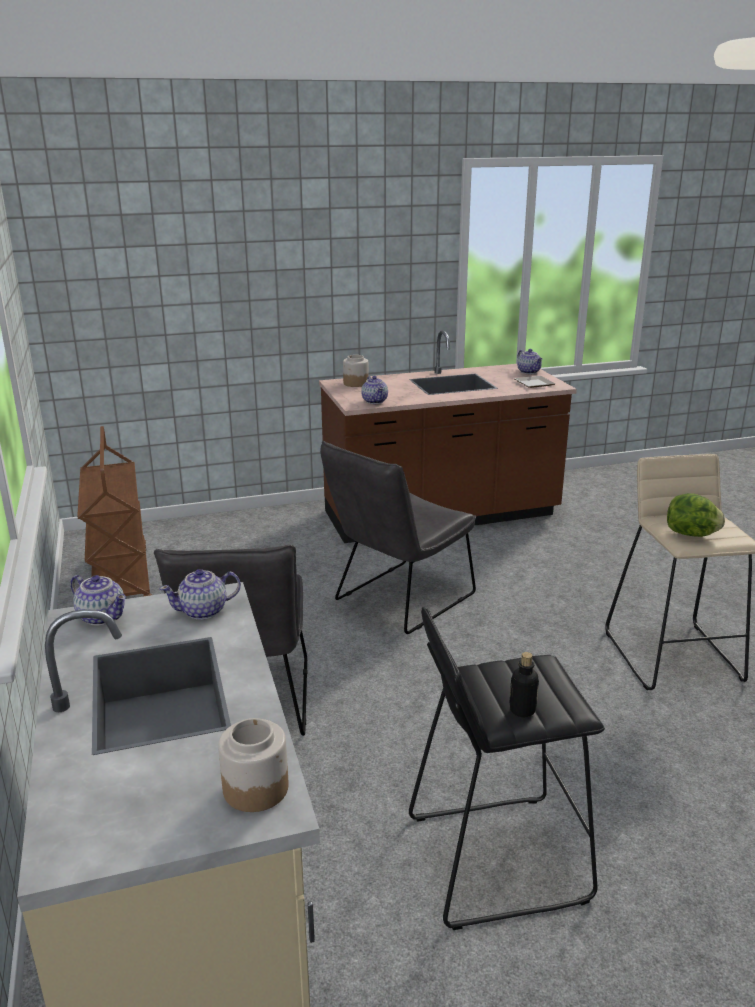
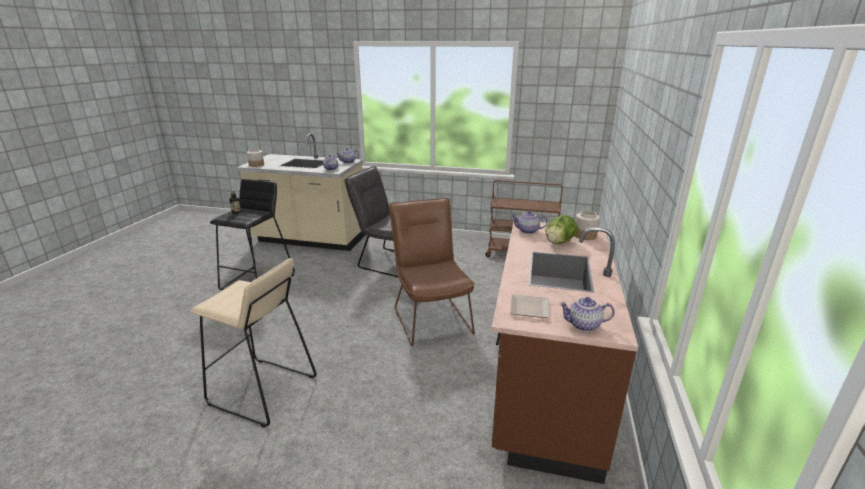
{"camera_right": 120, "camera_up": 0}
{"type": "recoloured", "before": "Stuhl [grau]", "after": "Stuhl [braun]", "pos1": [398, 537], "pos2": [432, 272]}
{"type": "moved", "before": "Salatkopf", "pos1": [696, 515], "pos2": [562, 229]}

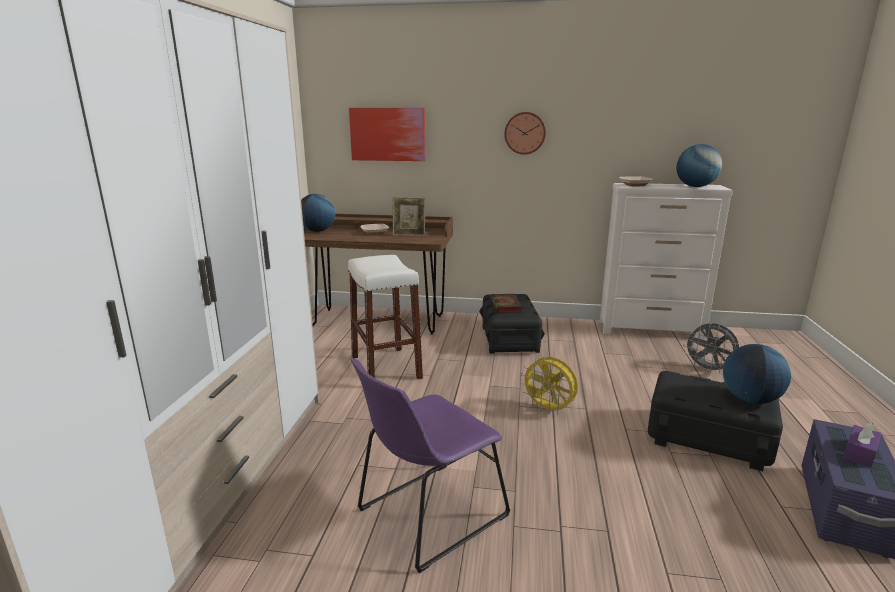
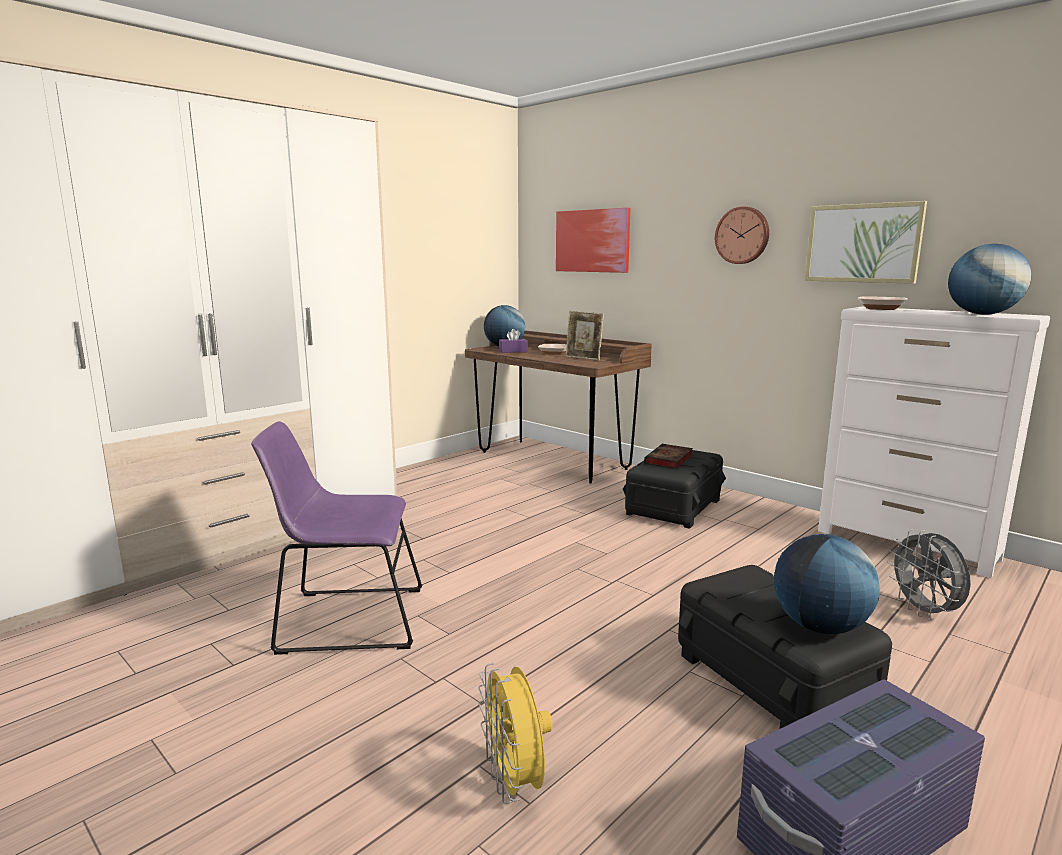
{"camera_right": 35, "camera_up": -5}
{"type": "removed", "before": "Hocker [weiß]", "pos1": [385, 317]}
{"type": "moved", "before": "Ventilator [gelb]", "pos1": [549, 386], "pos2": [515, 733]}
{"type": "moved", "before": "Taschentuchbox [lila]", "pos1": [862, 445], "pos2": [513, 341]}
{"type": "added", "after": "Bild", "pos2": [866, 242]}

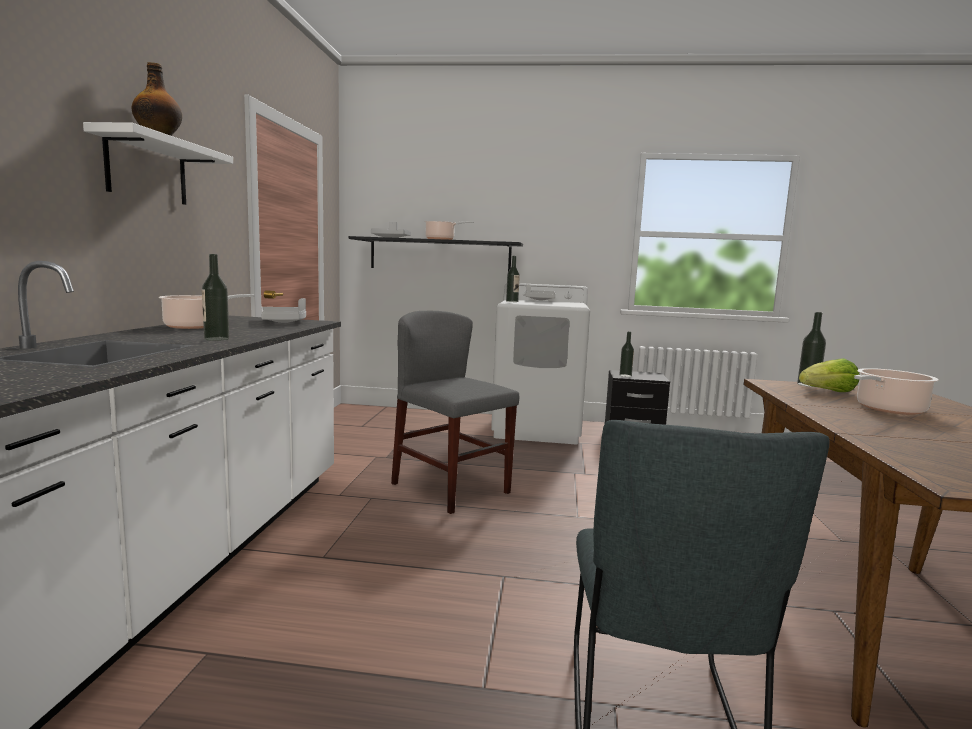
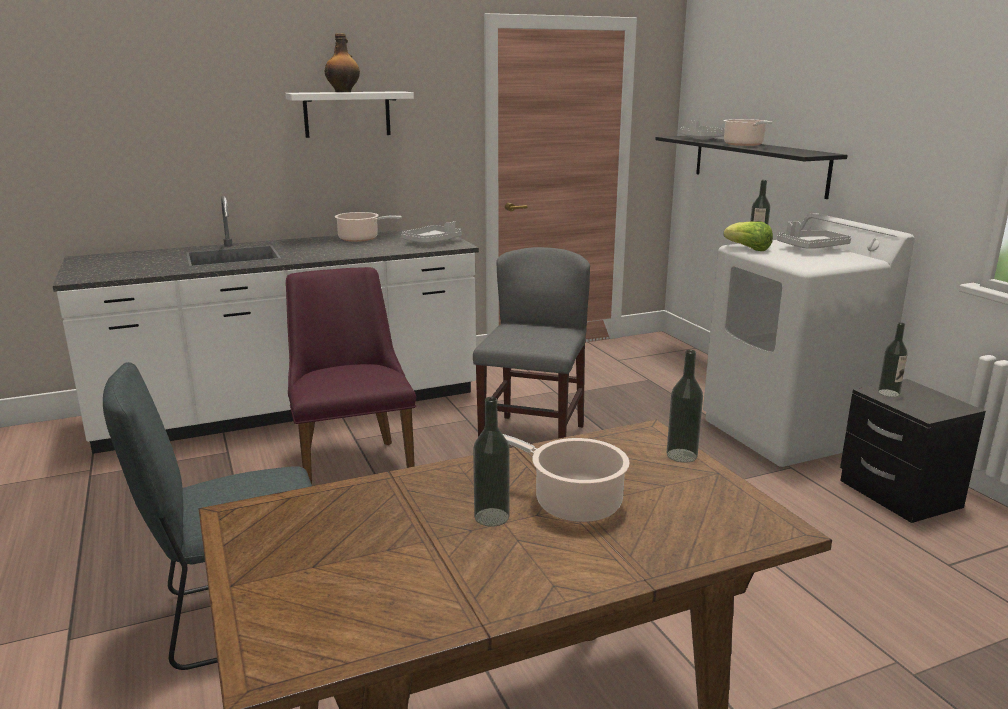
{"camera_right": 60, "camera_up": 10}
{"type": "moved", "before": "Flasche", "pos1": [215, 297], "pos2": [491, 462]}
{"type": "moved", "before": "Salatkopf", "pos1": [829, 375], "pos2": [748, 236]}
{"type": "added", "after": "Stuhl [lila]", "pos2": [351, 375]}

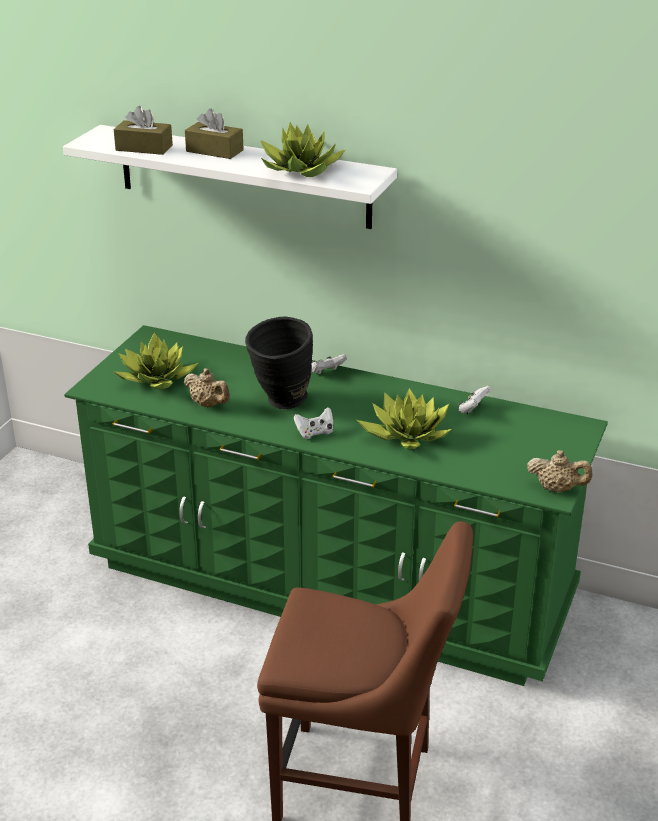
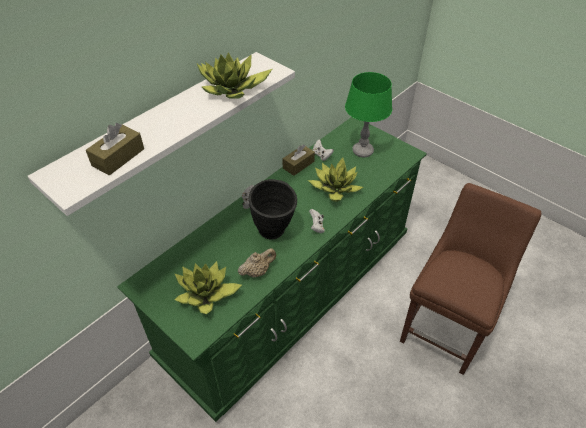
{"camera_right": -70, "camera_up": 15}
{"type": "moved", "before": "Taschentuchbox [braun]", "pos1": [214, 133], "pos2": [299, 160]}
{"type": "removed", "before": "Teekanne [beige]", "pos1": [560, 471]}
{"type": "added", "after": "Tischlampe [grün]", "pos2": [368, 114]}

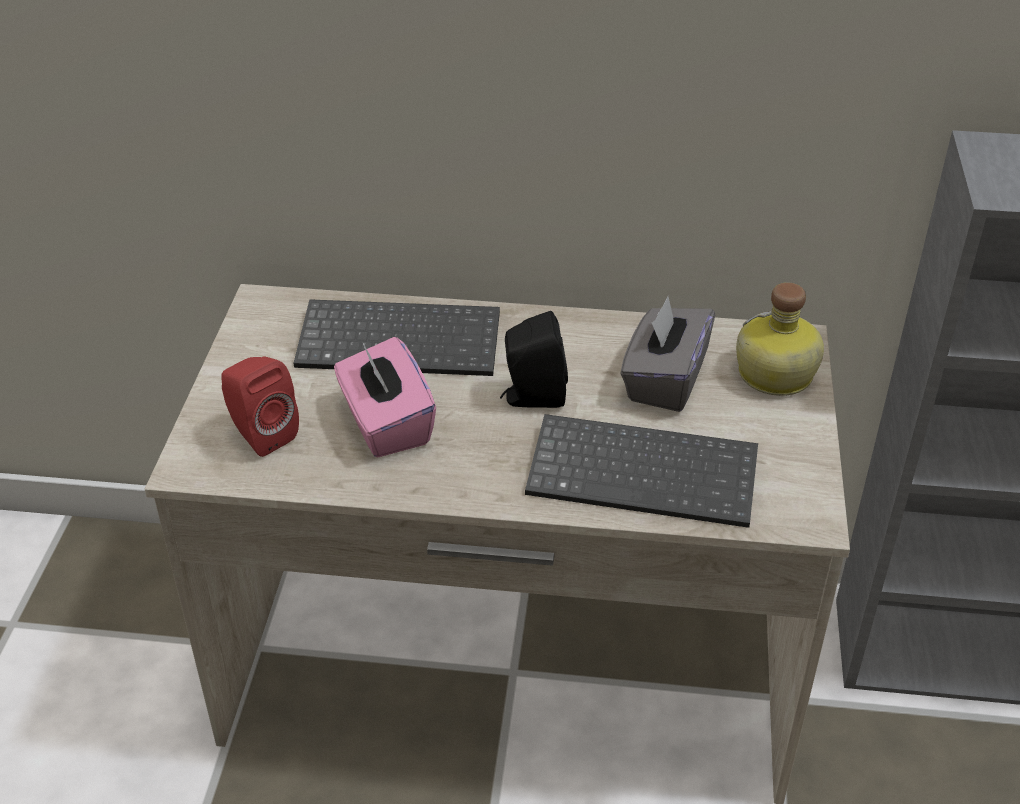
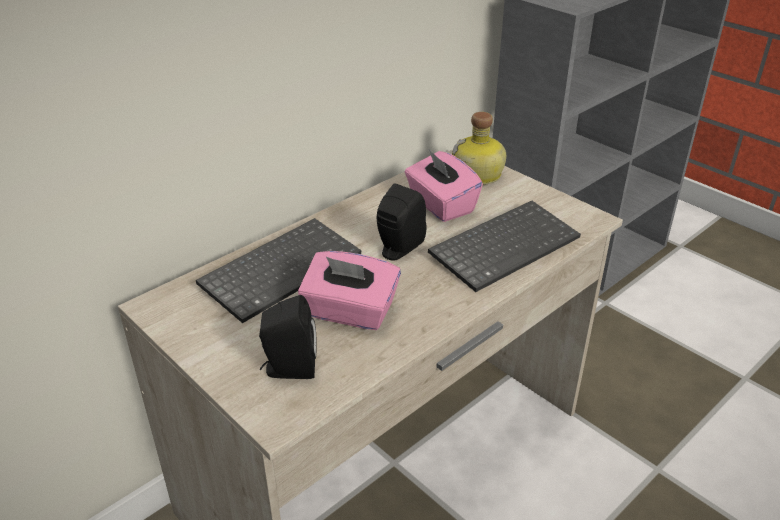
{"camera_right": -50, "camera_up": -5}
{"type": "recoloured", "before": "Taschentuchbox [grau]", "after": "Taschentuchbox [rosa]", "pos1": [667, 354], "pos2": [444, 186]}
{"type": "recoloured", "before": "Lautsprecher [rot]", "after": "Lautsprecher [schwarz]", "pos1": [260, 406], "pos2": [288, 337]}

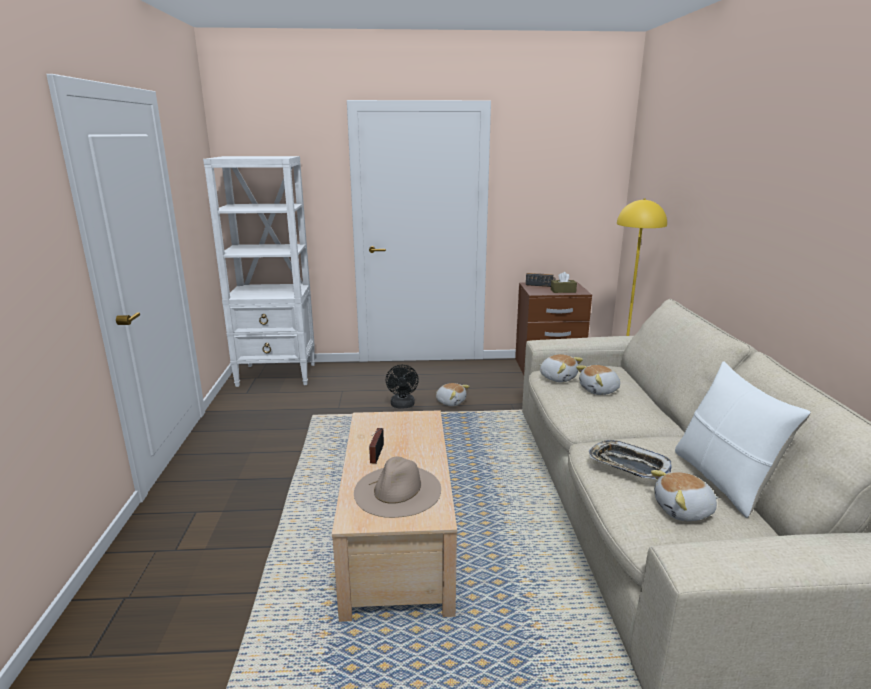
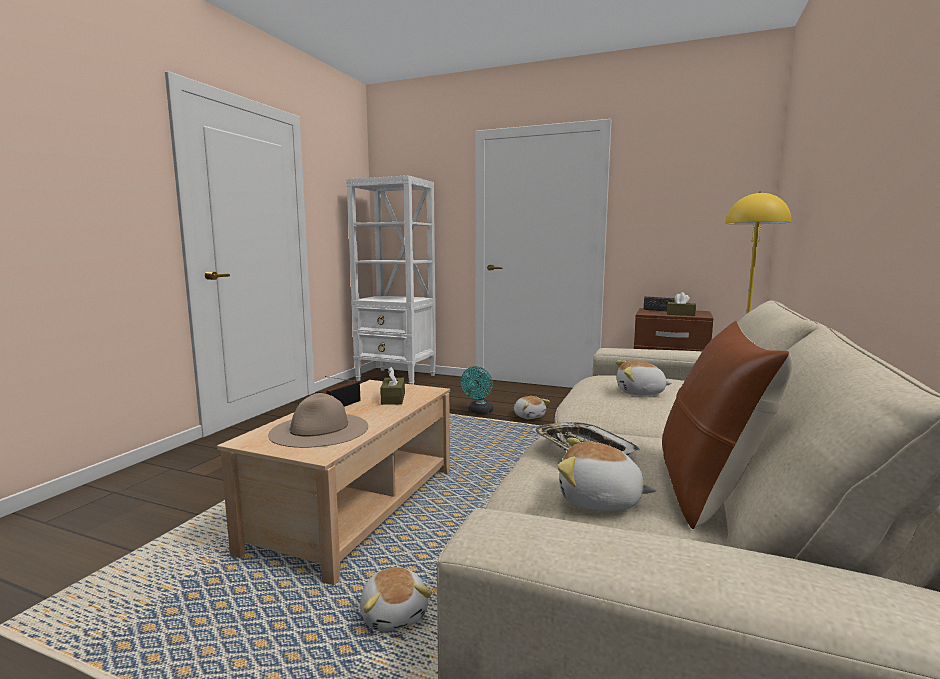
{"camera_right": 25, "camera_up": -10}
{"type": "moved", "before": "Plüschtier", "pos1": [561, 368], "pos2": [396, 599]}
{"type": "recoloured", "before": "Kissen [weiß]", "after": "Kissen [braun]", "pos1": [743, 439], "pos2": [727, 425]}
{"type": "recoloured", "before": "Ventilator [schwarz]", "after": "Ventilator [türkis]", "pos1": [402, 386], "pos2": [477, 390]}
{"type": "added", "after": "Taschentuchbox [braun]", "pos2": [392, 386]}

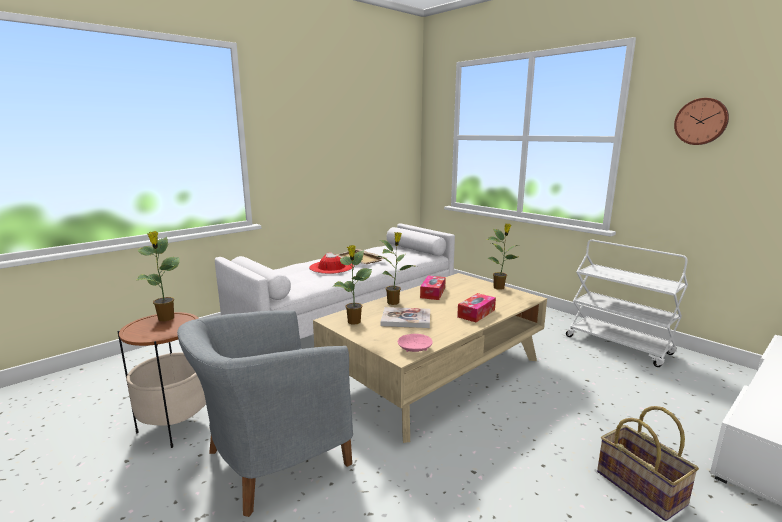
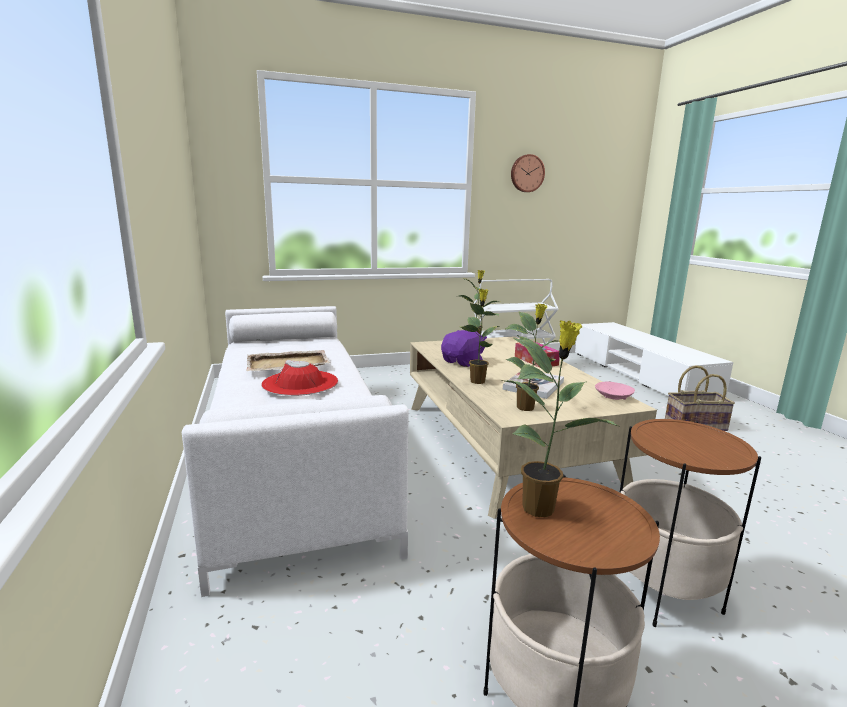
{"camera_right": -65, "camera_up": 0}
{"type": "replaced", "before": "Taschentuchbox", "after": "Plüschtier [lila]", "pos1": [433, 288], "pos2": [464, 348]}
{"type": "replaced", "before": "Sessel [grau]", "after": "Beistelltisch", "pos1": [265, 413], "pos2": [690, 523]}

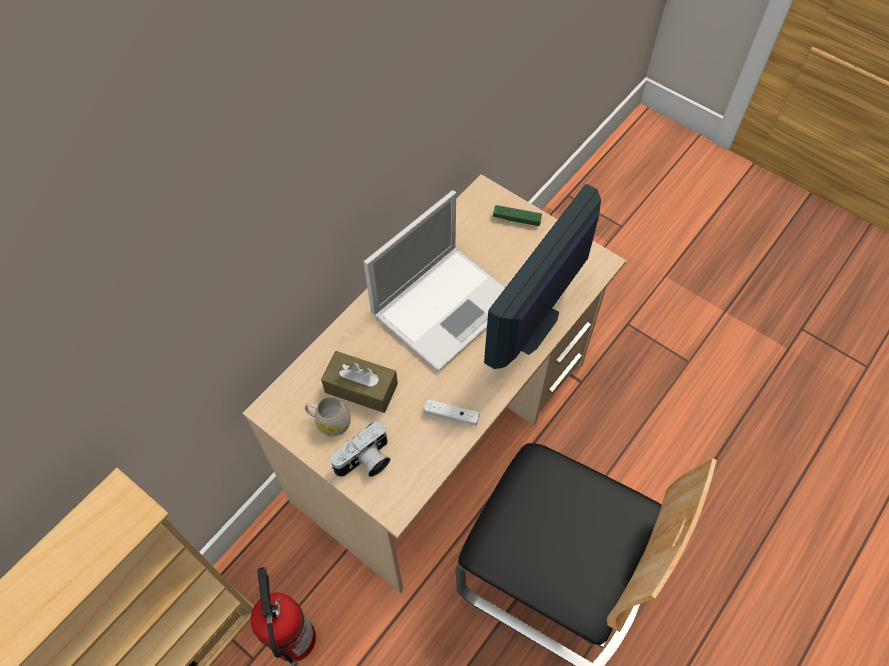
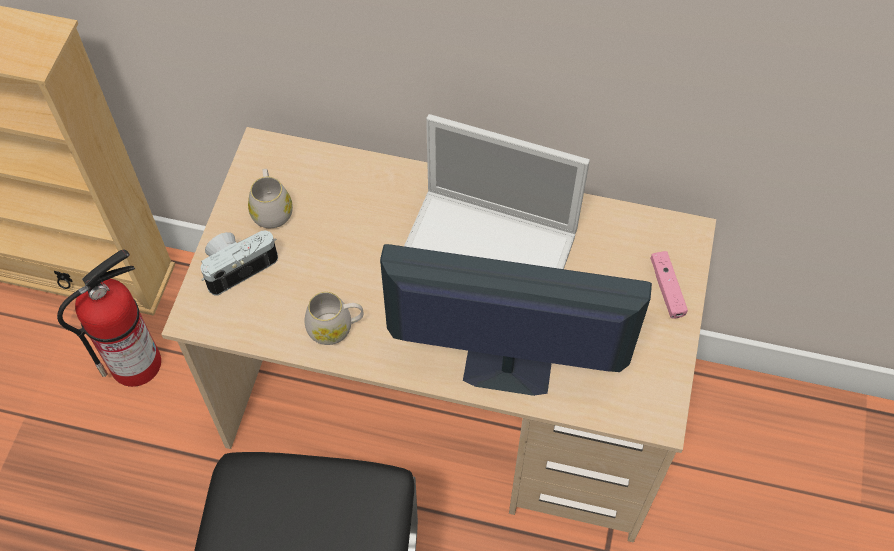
{"camera_right": 65, "camera_up": 0}
{"type": "recoloured", "before": "Gamepad [grün]", "after": "Gamepad [rosa]", "pos1": [517, 215], "pos2": [669, 285]}
{"type": "removed", "before": "Taschentuchbox [braun]", "pos1": [359, 382]}
{"type": "replaced", "before": "Gamepad [weiß]", "after": "Henkelbecher [weiß]", "pos1": [452, 412], "pos2": [334, 318]}
{"type": "turned", "before": "Kamera", "pos1": [360, 449], "pos2": [239, 263], "turn": 120}

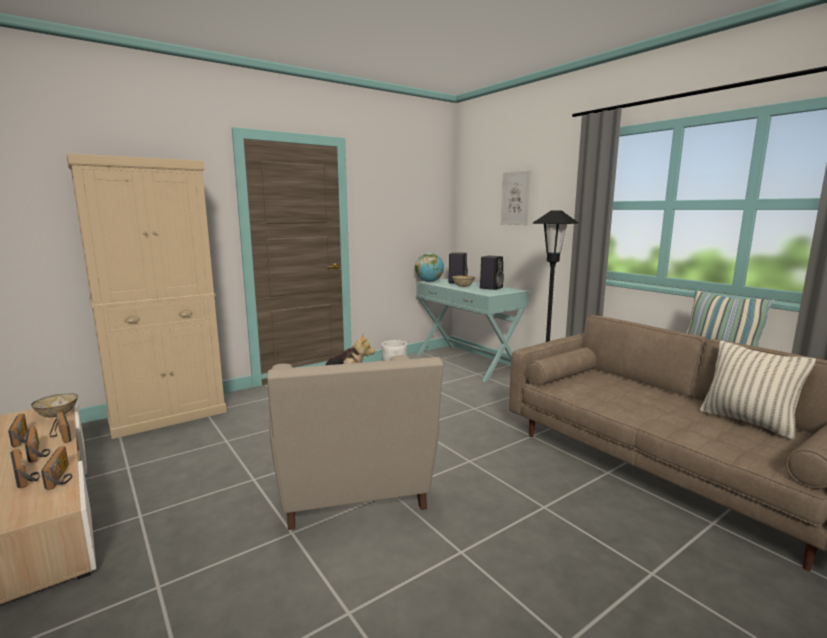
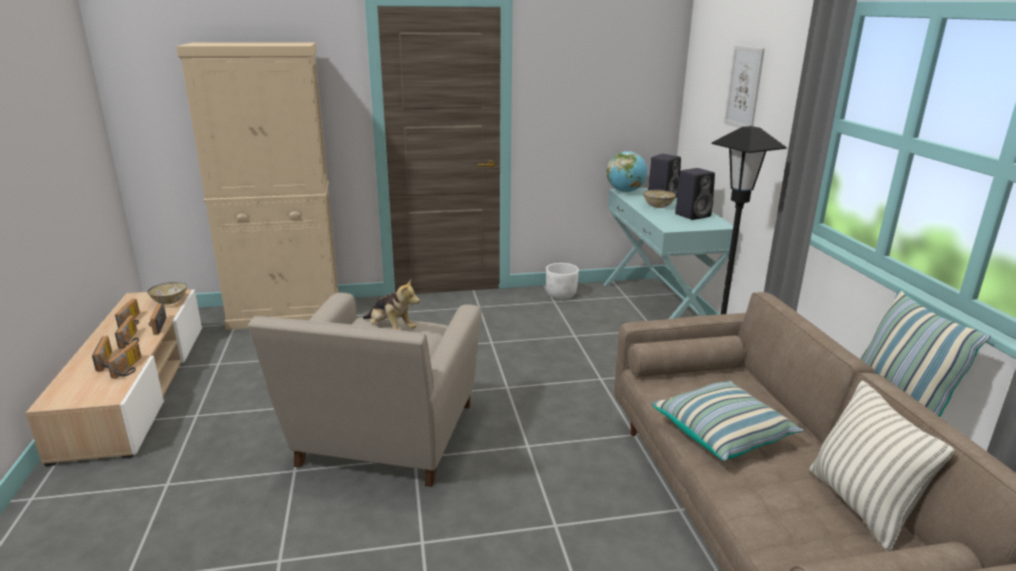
{"camera_right": 25, "camera_up": 10}
{"type": "added", "after": "Kissen", "pos2": [728, 421]}

